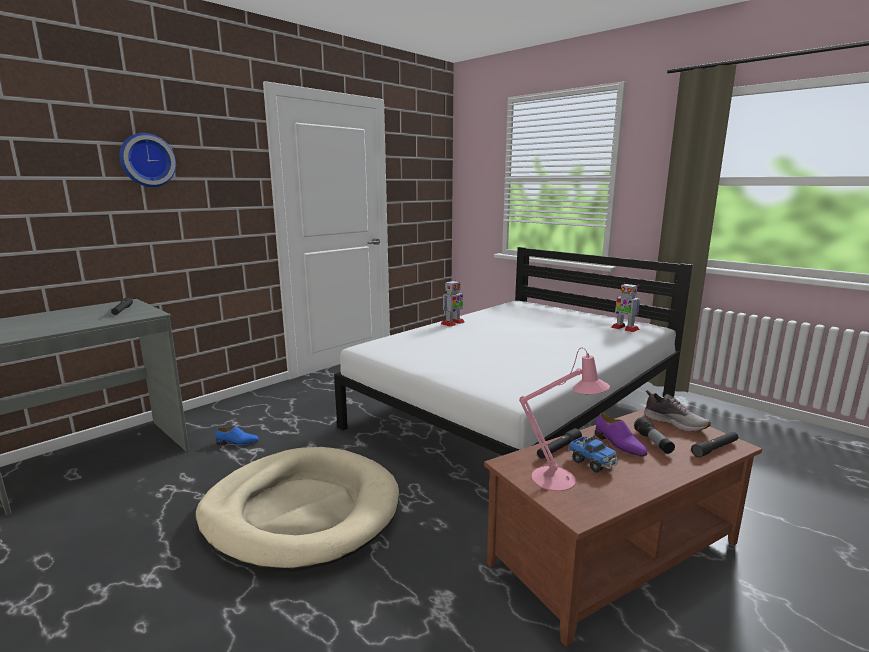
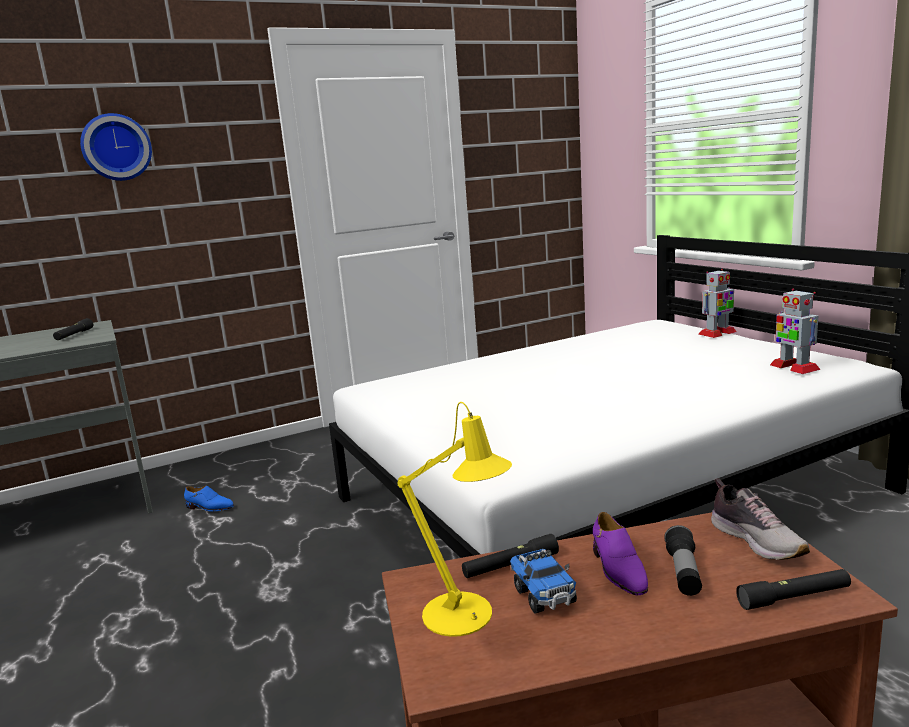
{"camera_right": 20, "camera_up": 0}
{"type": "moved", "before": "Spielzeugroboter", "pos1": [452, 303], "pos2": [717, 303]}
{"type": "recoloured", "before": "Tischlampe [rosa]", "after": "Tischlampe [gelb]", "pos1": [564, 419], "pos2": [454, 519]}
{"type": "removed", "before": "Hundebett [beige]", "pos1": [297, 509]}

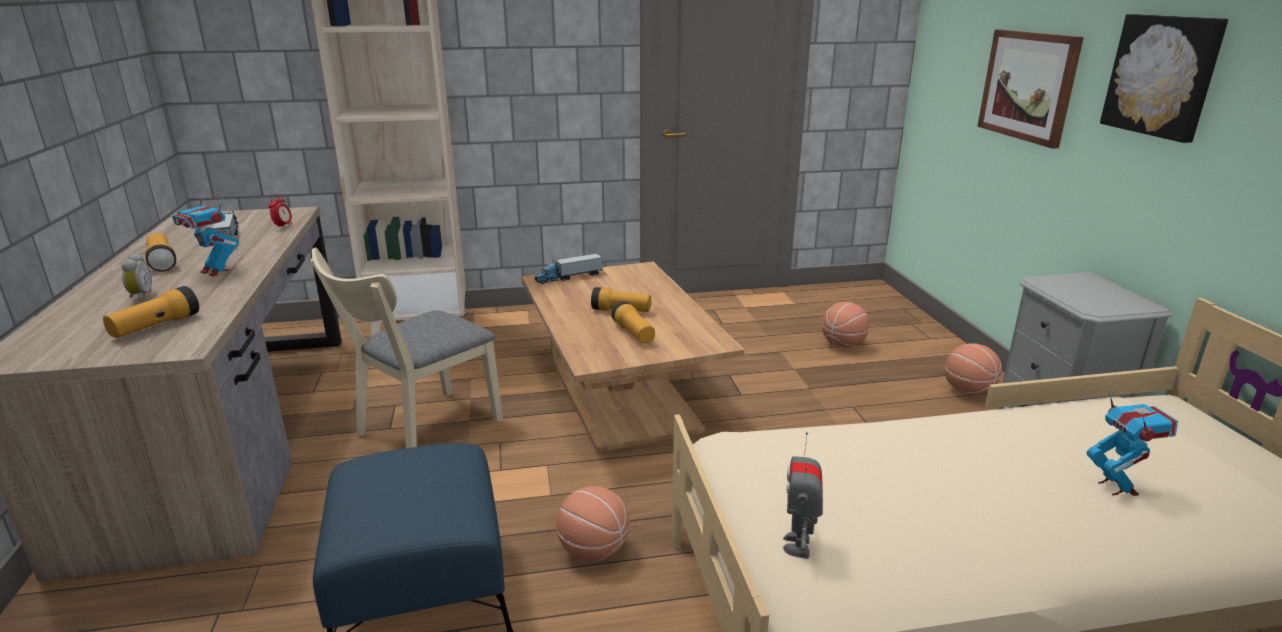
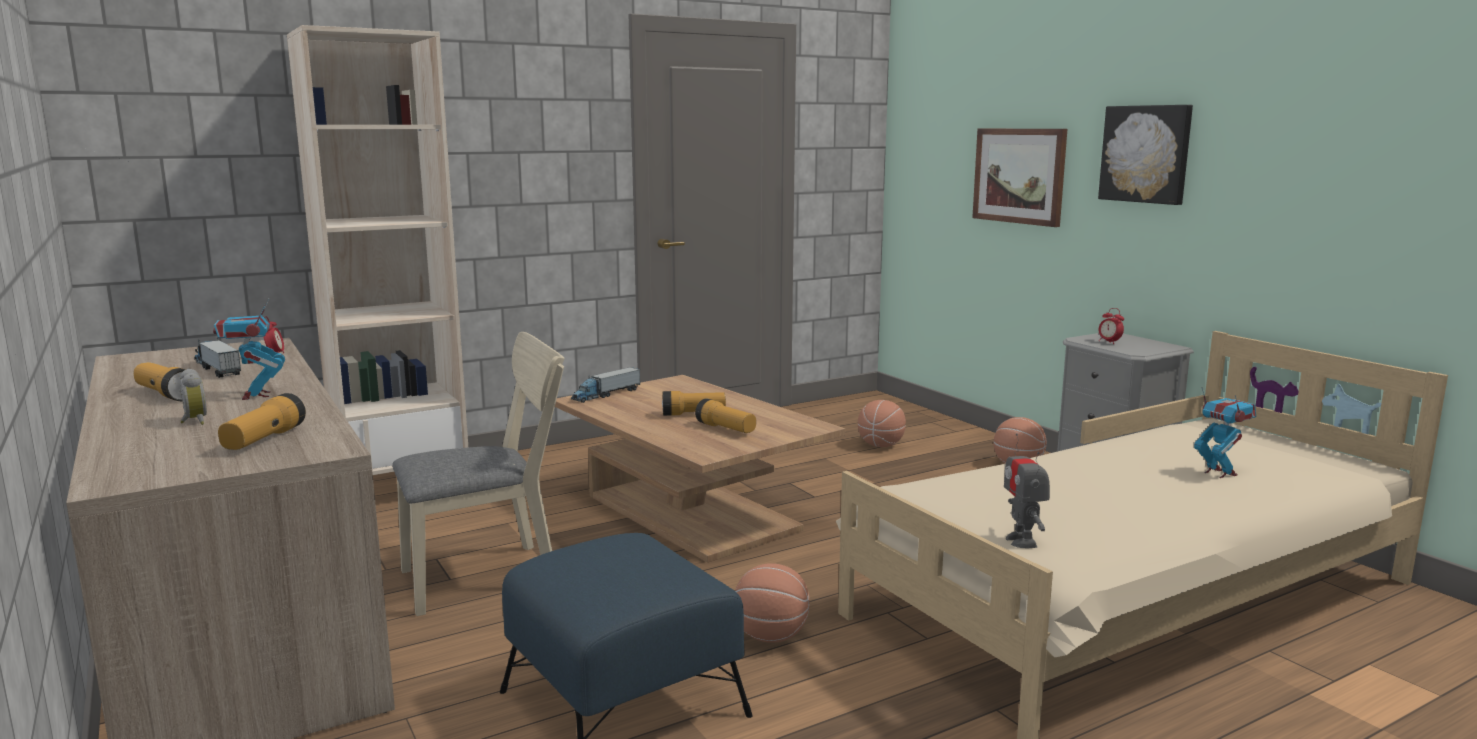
{"camera_right": -20, "camera_up": -10}
{"type": "turned", "before": "Spielzeugroboter", "pos1": [205, 234], "pos2": [249, 349], "turn": 60}
{"type": "turned", "before": "Stuhl [beige]", "pos1": [407, 348], "pos2": [478, 474], "turn": -135}
{"type": "added", "after": "Wecker", "pos2": [1111, 326]}

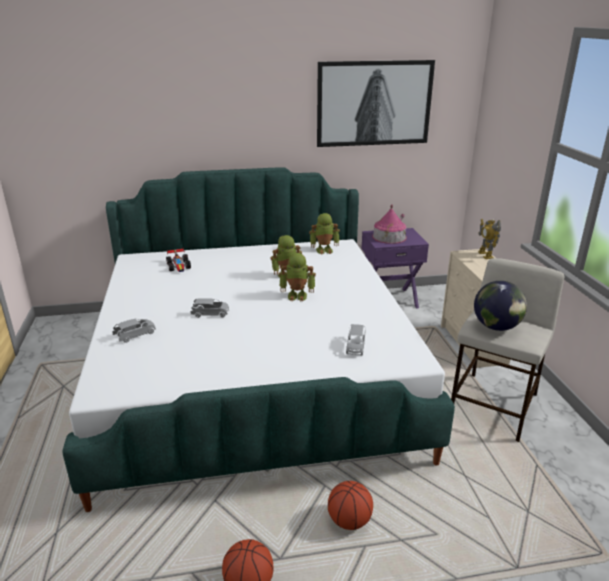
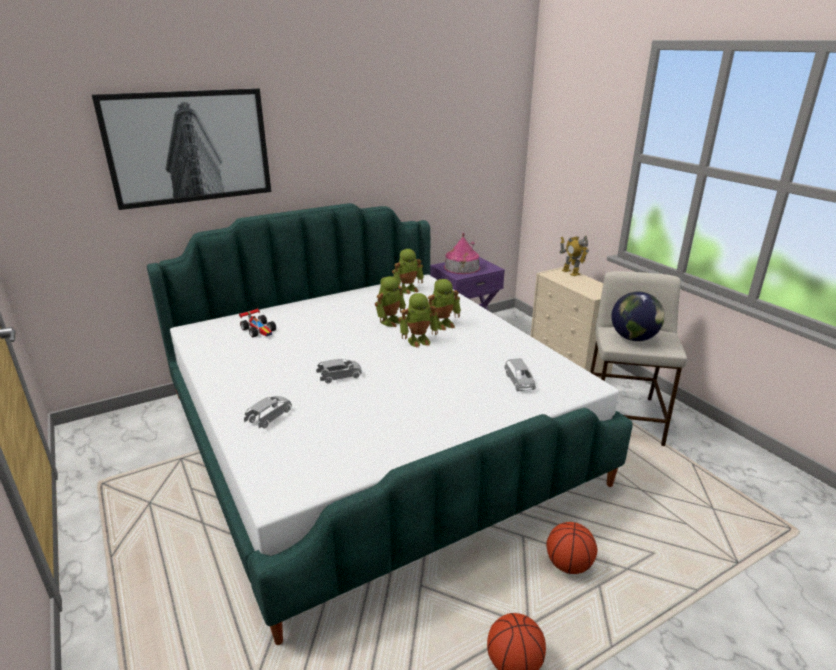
{"camera_right": -20, "camera_up": 0}
{"type": "moved", "before": "Bild", "pos1": [376, 103], "pos2": [181, 149]}
{"type": "added", "after": "Spielzeugroboter", "pos2": [444, 305]}

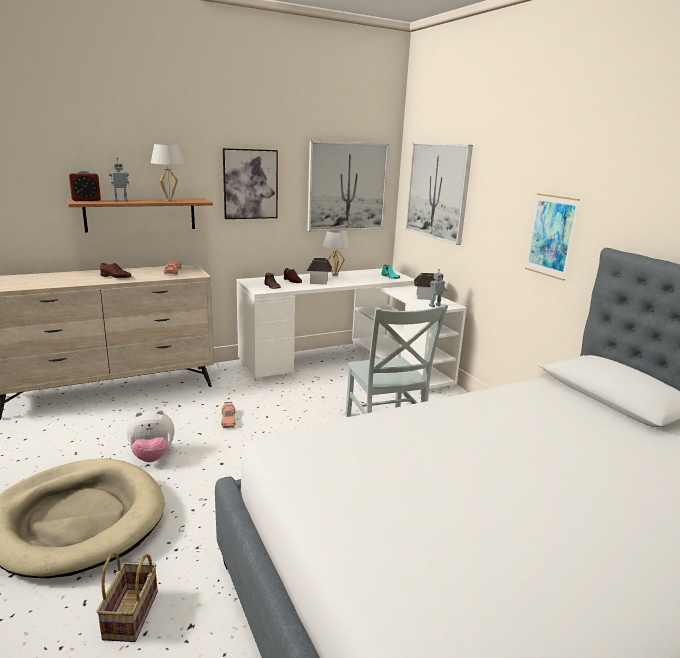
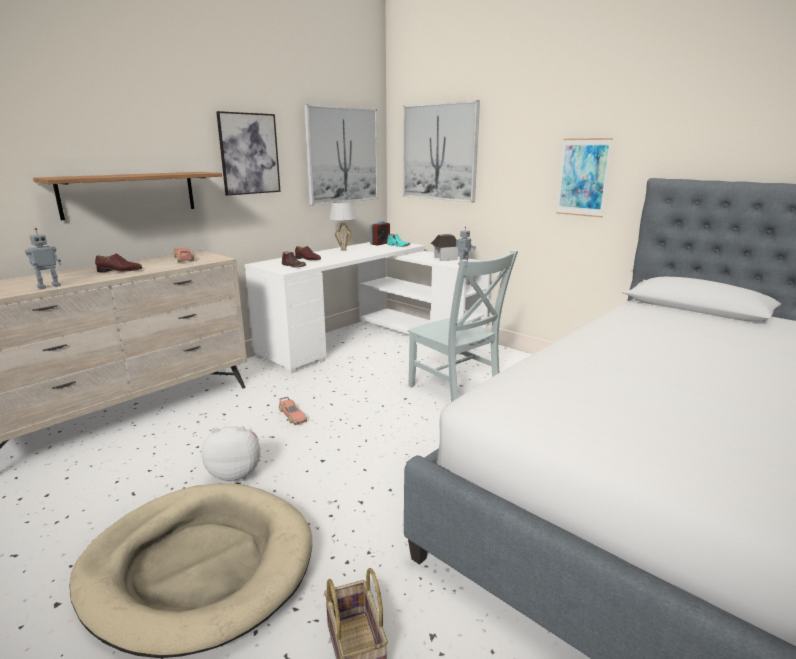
{"camera_right": -20, "camera_up": 0}
{"type": "removed", "before": "Tischlampe [weiß]", "pos1": [167, 172]}
{"type": "moved", "before": "Spielzeugroboter", "pos1": [119, 180], "pos2": [43, 258]}
{"type": "moved", "before": "Wecker", "pos1": [84, 185], "pos2": [380, 233]}
{"type": "removed", "before": "Spielzeughaus", "pos1": [319, 271]}
{"type": "turned", "before": "Plüschtier", "pos1": [151, 436], "pos2": [231, 454], "turn": -150}

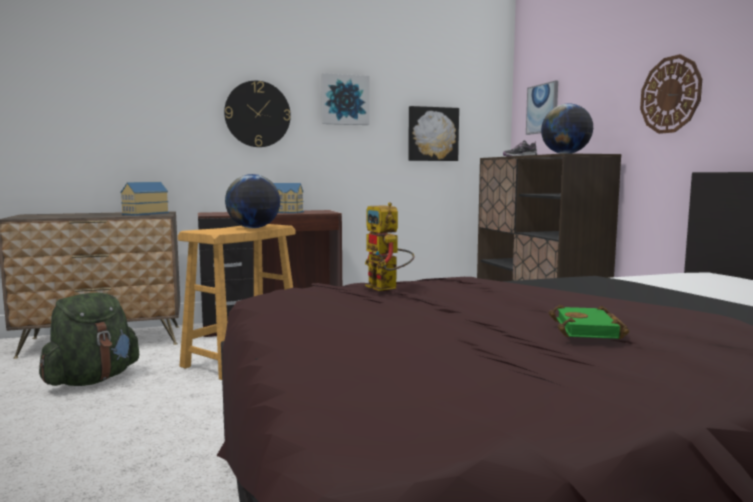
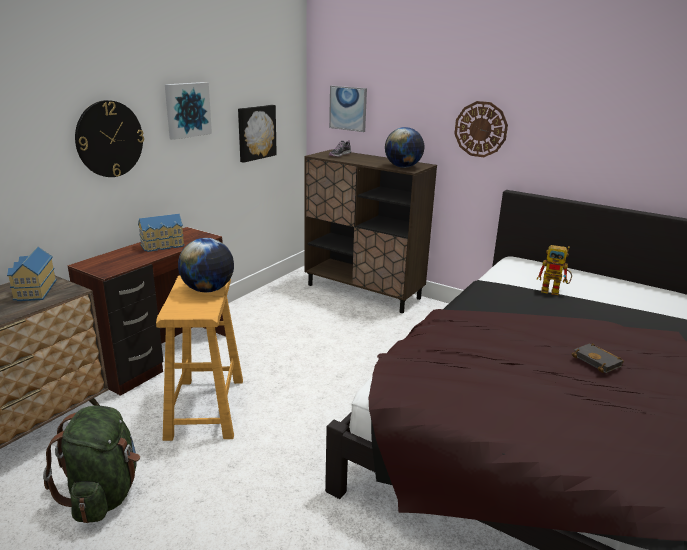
{"camera_right": -40, "camera_up": 15}
{"type": "moved", "before": "Spielzeugroboter", "pos1": [389, 246], "pos2": [554, 270]}
{"type": "recoloured", "before": "Buch [grün]", "after": "Buch [schwarz]", "pos1": [589, 322], "pos2": [598, 358]}

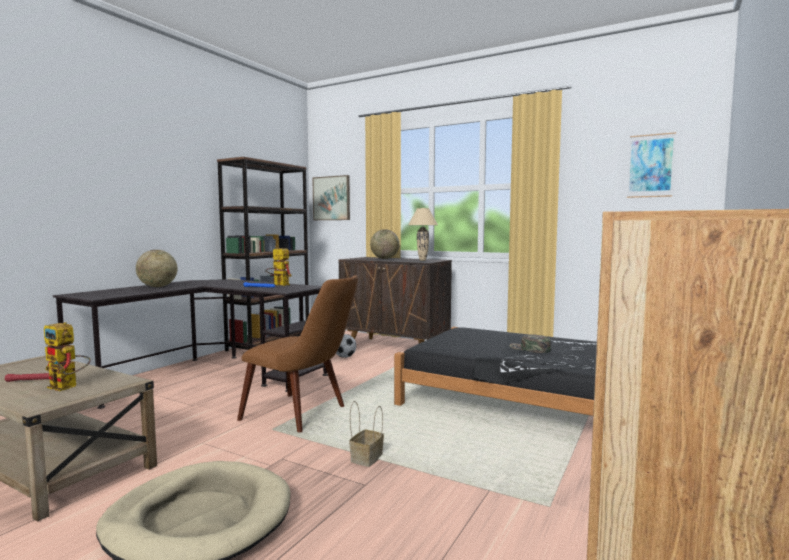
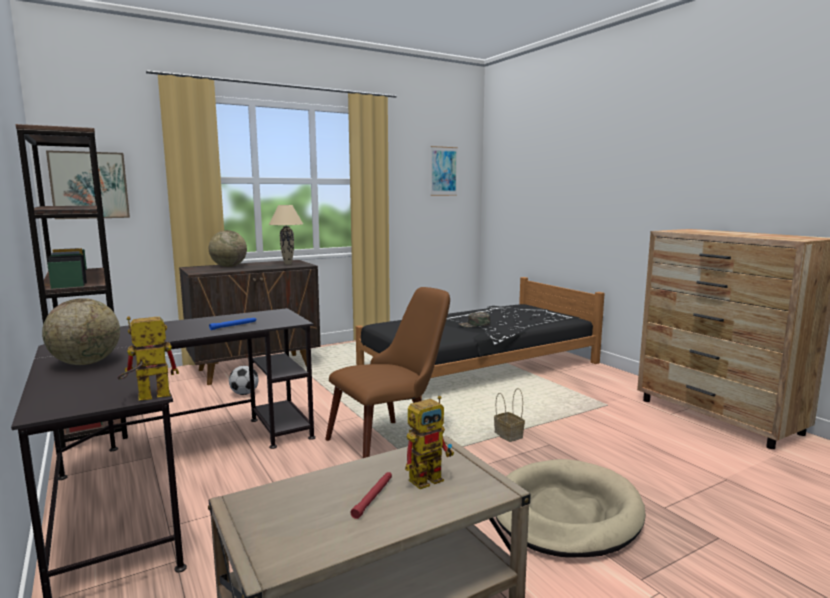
{"camera_right": -60, "camera_up": 5}
{"type": "moved", "before": "Spielzeugroboter", "pos1": [278, 266], "pos2": [148, 358]}

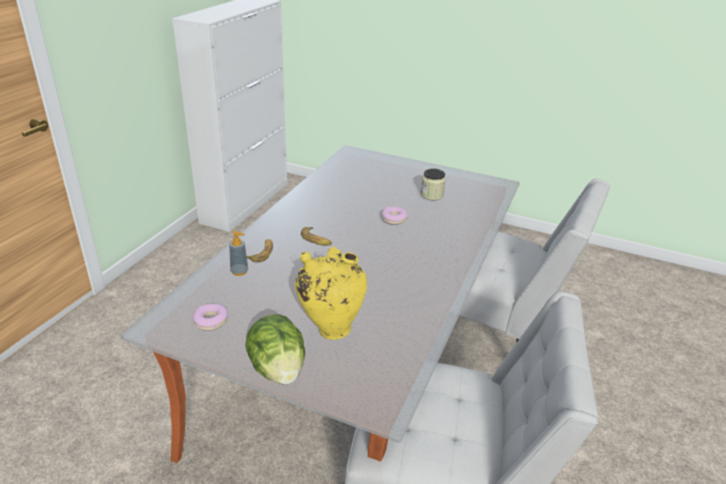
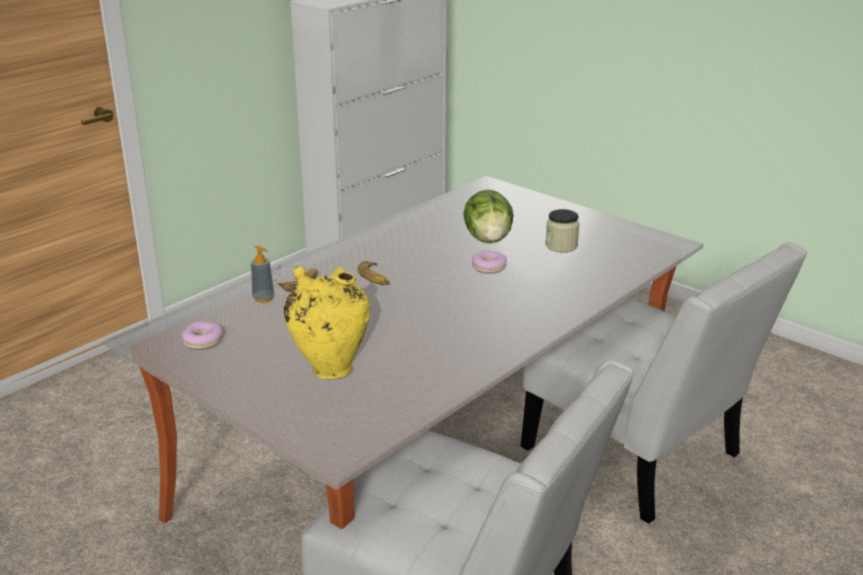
{"camera_right": 20, "camera_up": -5}
{"type": "moved", "before": "Salatkopf", "pos1": [275, 349], "pos2": [489, 216]}

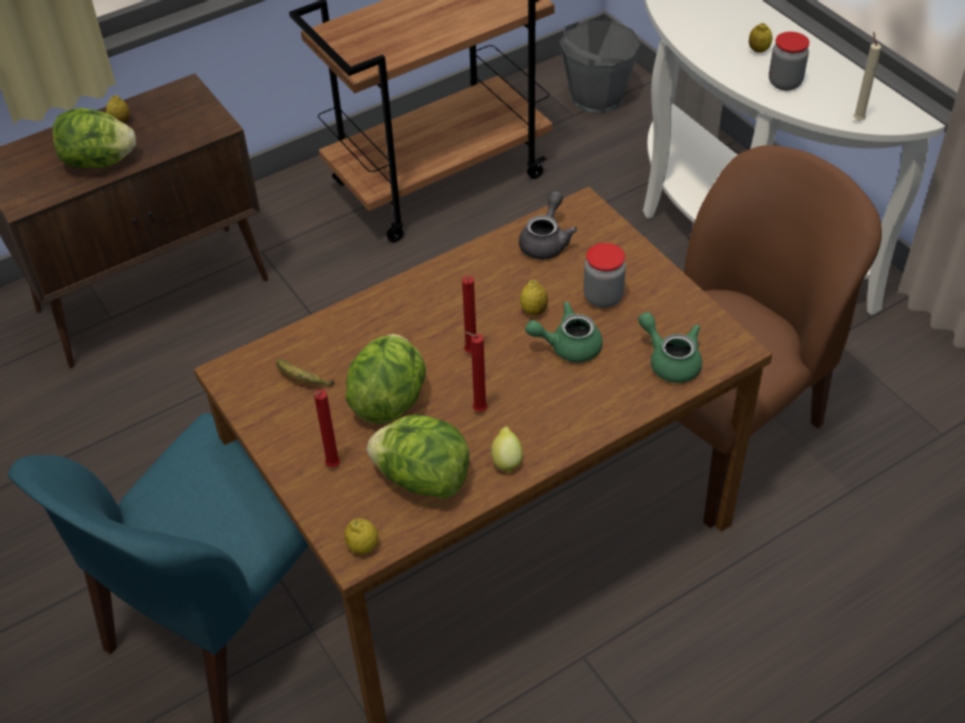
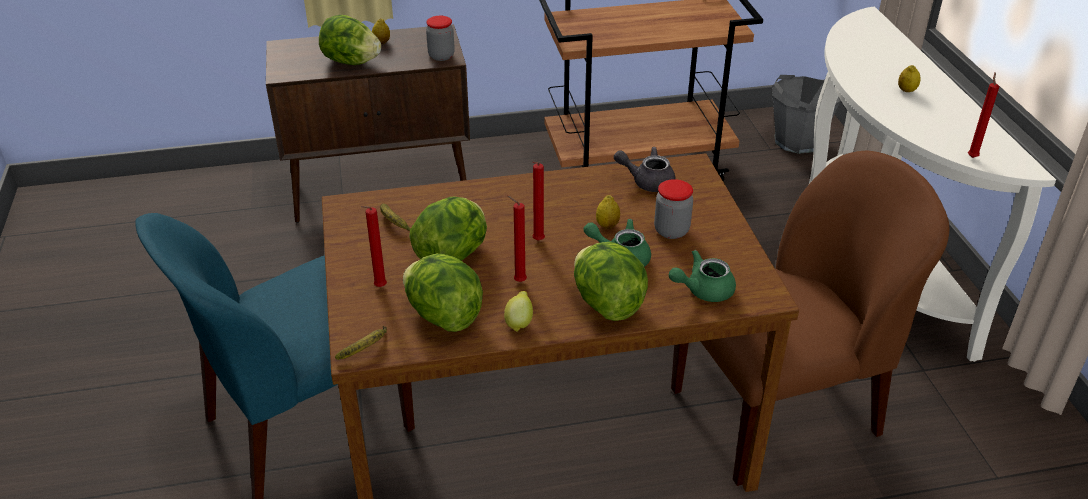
{"camera_right": 20, "camera_up": -10}
{"type": "recoloured", "before": "Kerze [beige]", "after": "Kerze [rot]", "pos1": [867, 76], "pos2": [984, 115]}
{"type": "moved", "before": "Vorratsglas", "pos1": [789, 61], "pos2": [440, 38]}
{"type": "turned", "before": "Teekanne [grau]", "pos1": [548, 225], "pos2": [644, 169], "turn": -120}
{"type": "turned", "before": "Teekanne [grün]", "pos1": [670, 347], "pos2": [702, 276], "turn": -90}
{"type": "replaced", "before": "Zitrone", "after": "Banane", "pos1": [361, 536], "pos2": [361, 343]}
{"type": "added", "after": "Salatkopf", "pos2": [611, 281]}

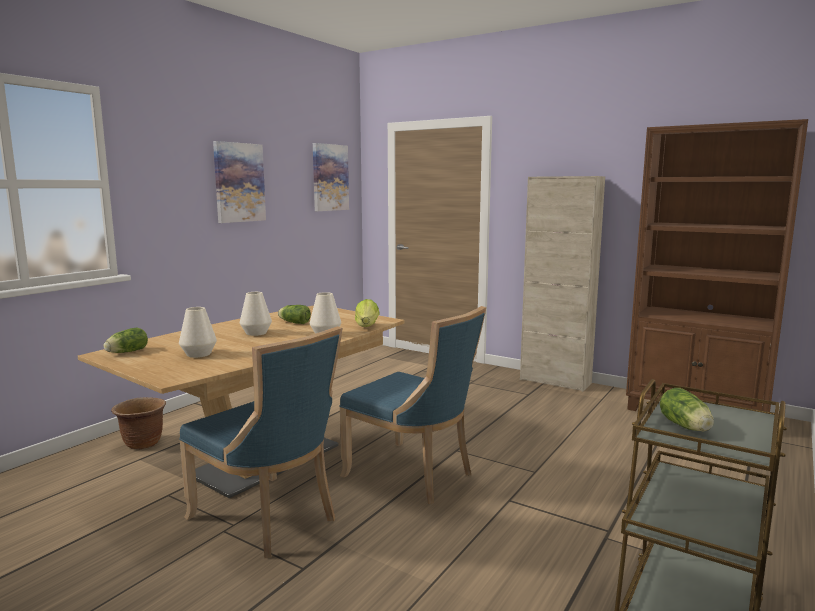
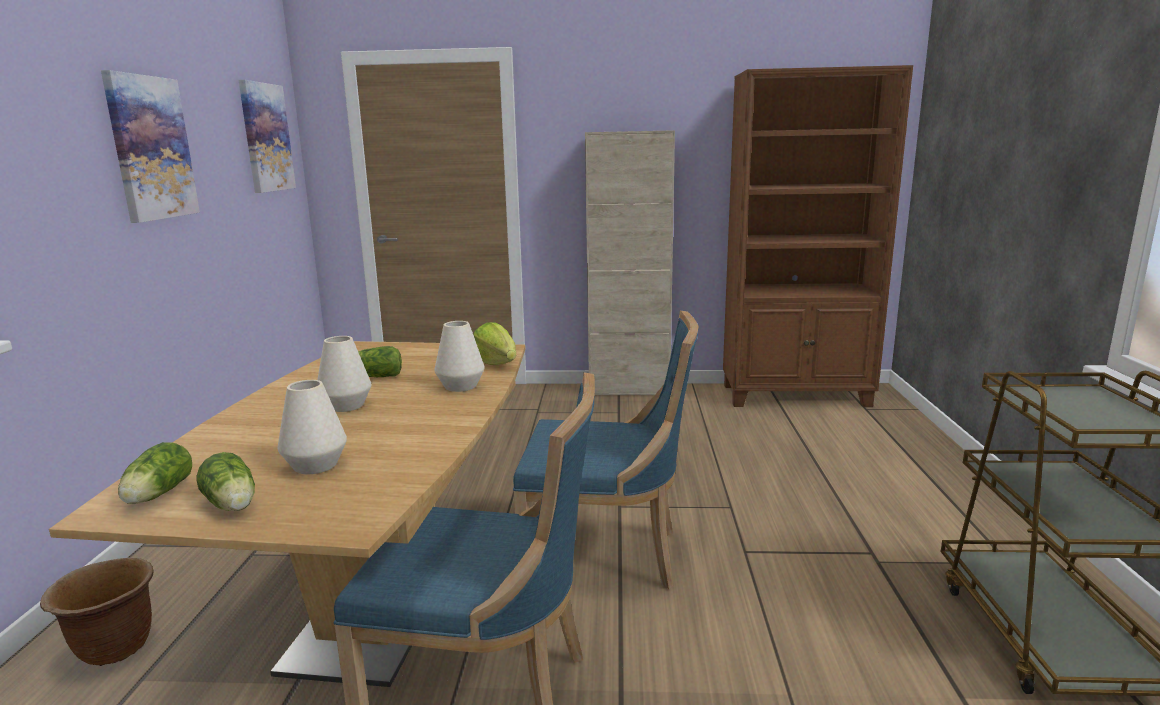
{"camera_right": -30, "camera_up": 5}
{"type": "moved", "before": "Salatkopf", "pos1": [687, 410], "pos2": [225, 481]}

